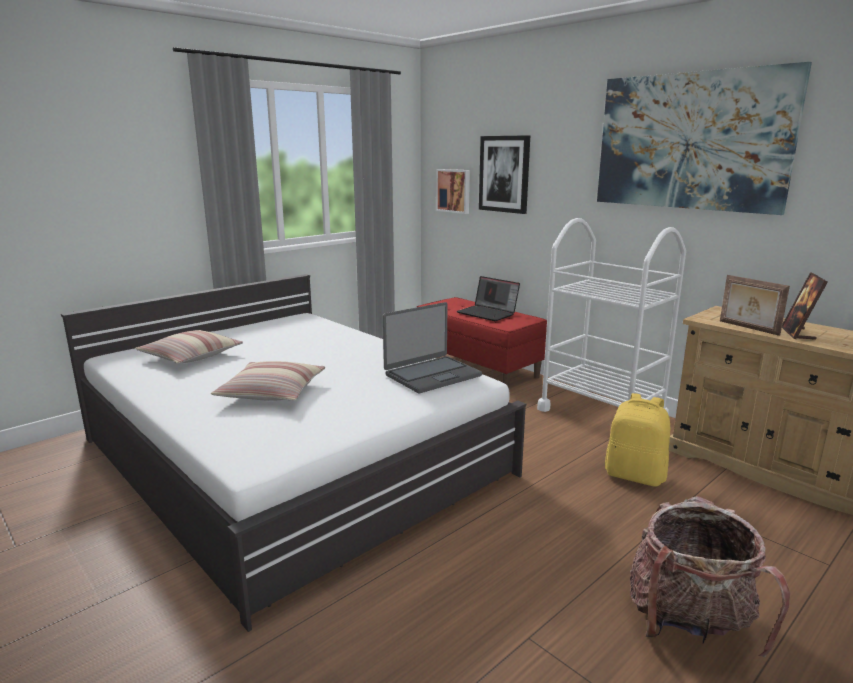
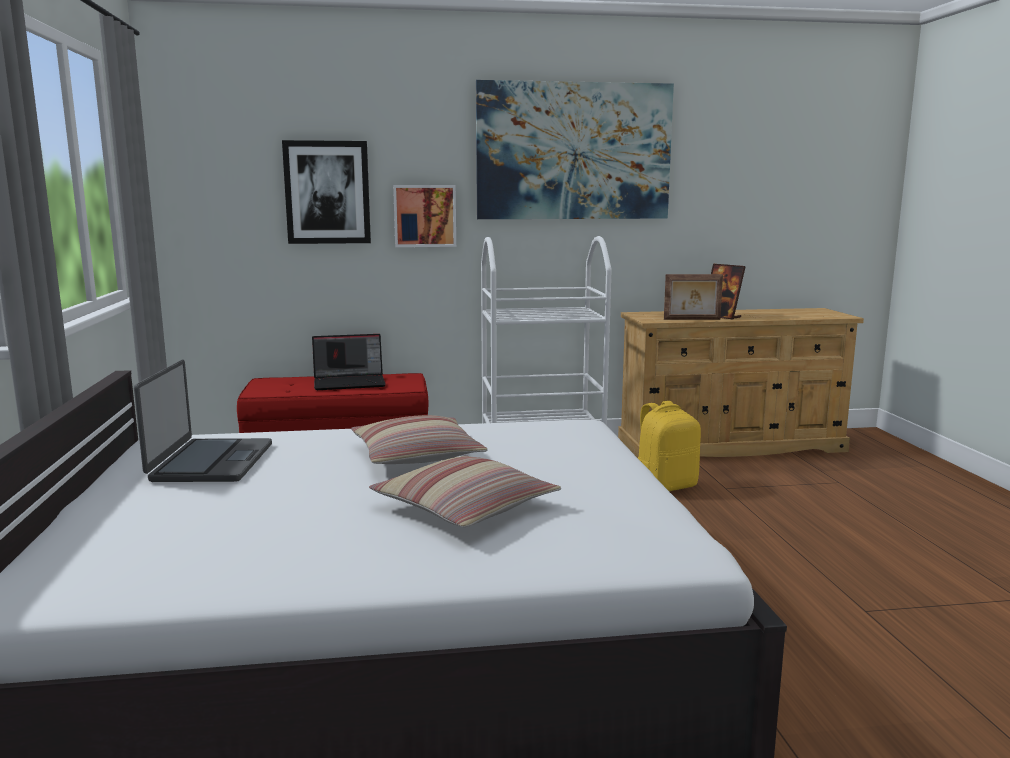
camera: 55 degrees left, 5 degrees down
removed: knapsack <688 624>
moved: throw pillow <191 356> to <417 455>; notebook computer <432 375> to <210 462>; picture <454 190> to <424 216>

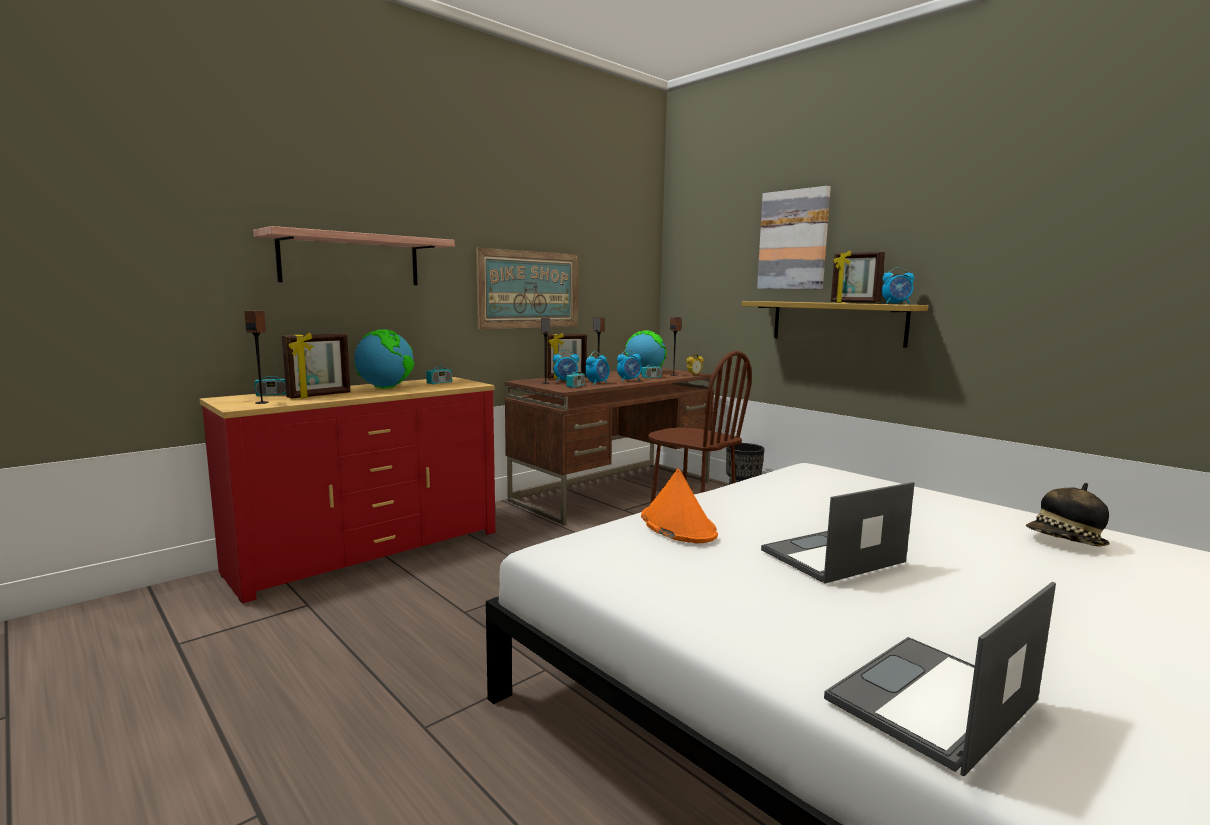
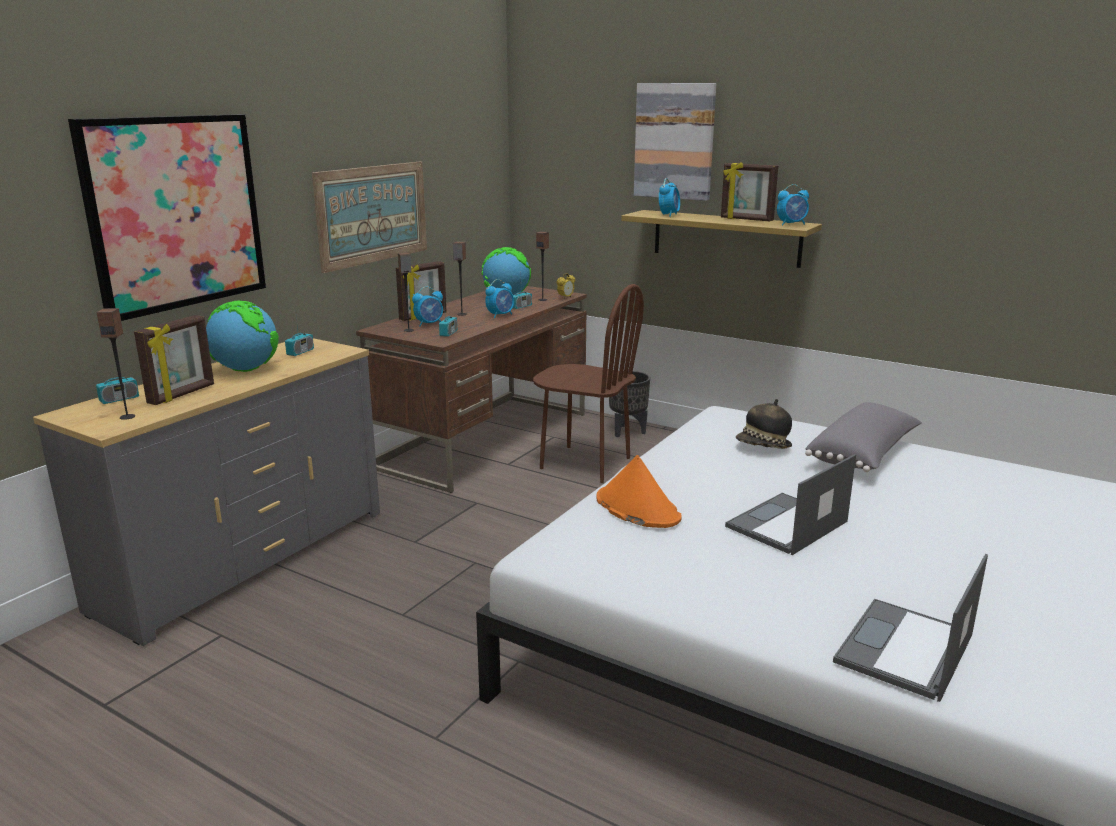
camera: 15 degrees left, 10 degrees up
added: throw pillow (grey) <864 455>
moved: alarm clock <597 383> to <669 215>; clothing hat <1065 542> to <763 446>
replaced: wall shelf <351 260> to picture <176 213>
recoloured: drawer chest (red-coloured) <368 551> to drawer chest (grey) <245 559>

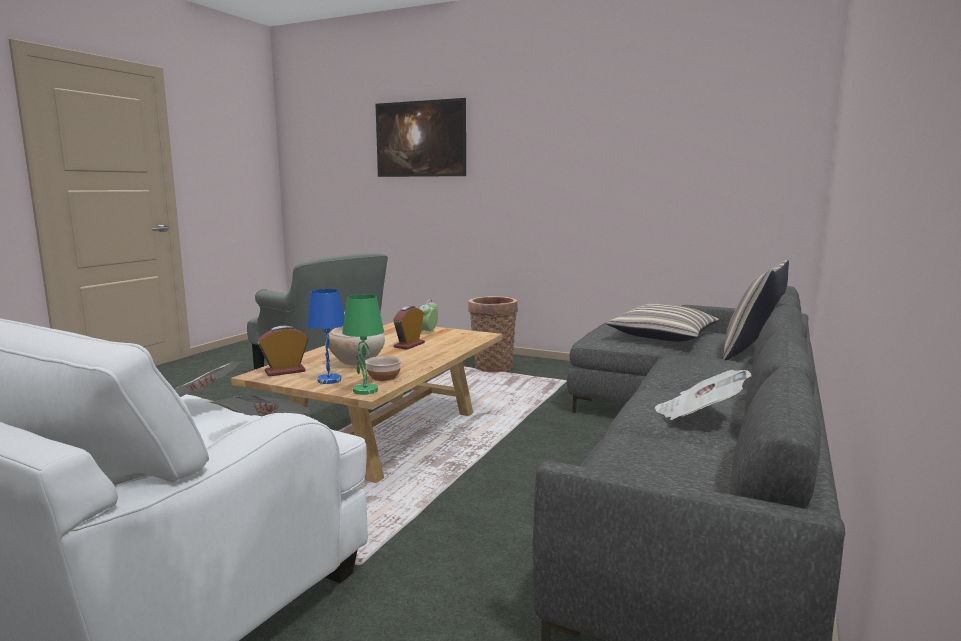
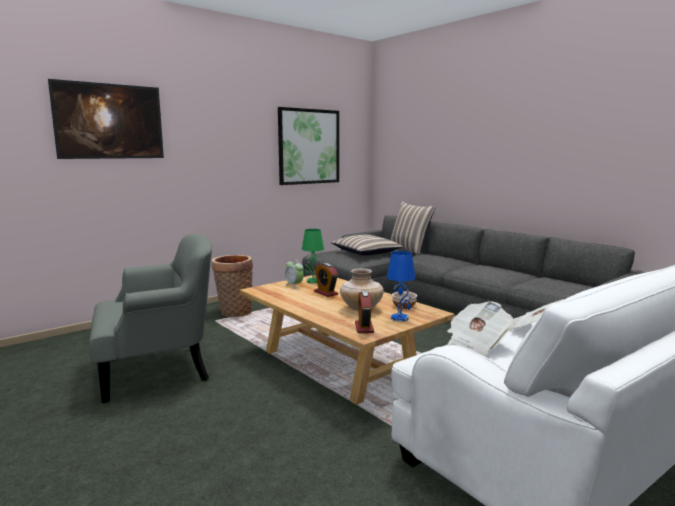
camera: 65 degrees left, 0 degrees up
removed: daily paper <698 416>
added: picture <309 146>
moved: lamp for a table (green) <364 390> to <313 281>

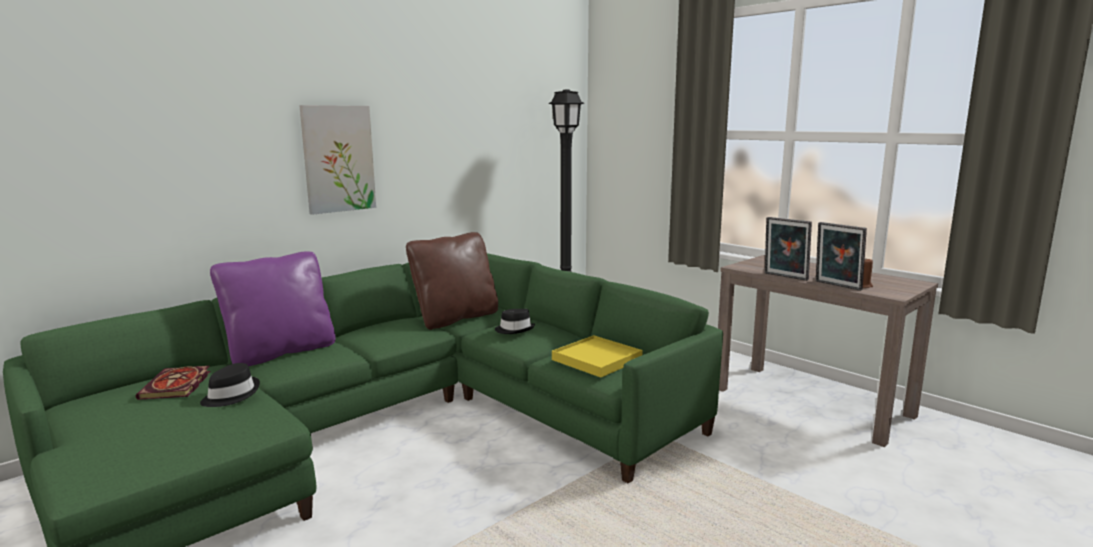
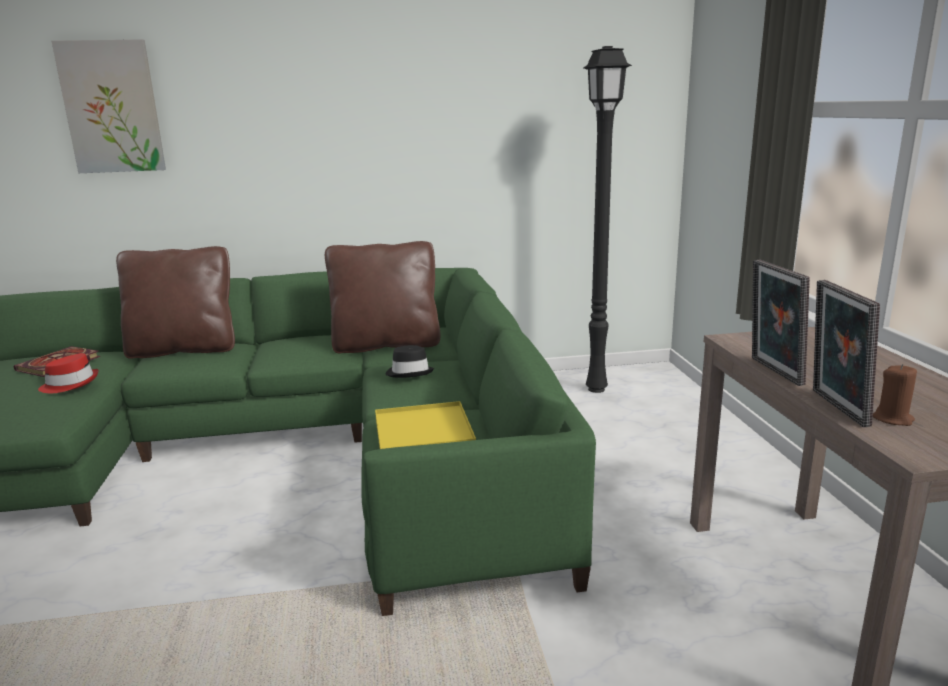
camera: 35 degrees right, 5 degrees up
moved: picture <338 159> to <112 107>
recoloured: clothing hat (blackish) <231 395> to clothing hat (red-coloured) <70 384>; throw pillow (purple-coloured) <281 352> to throw pillow (brown) <184 350>

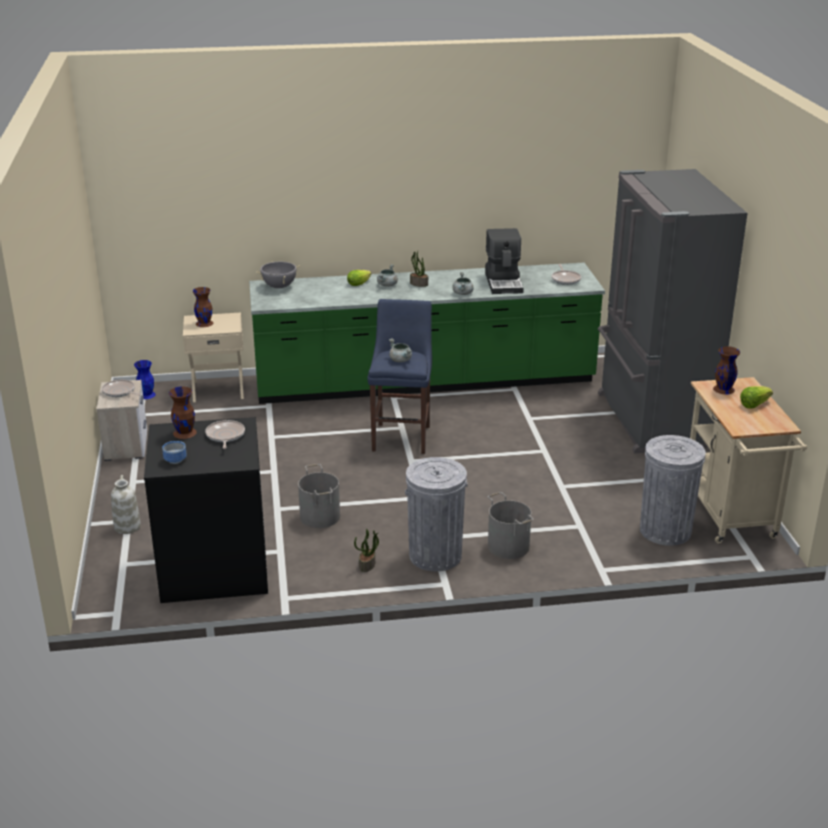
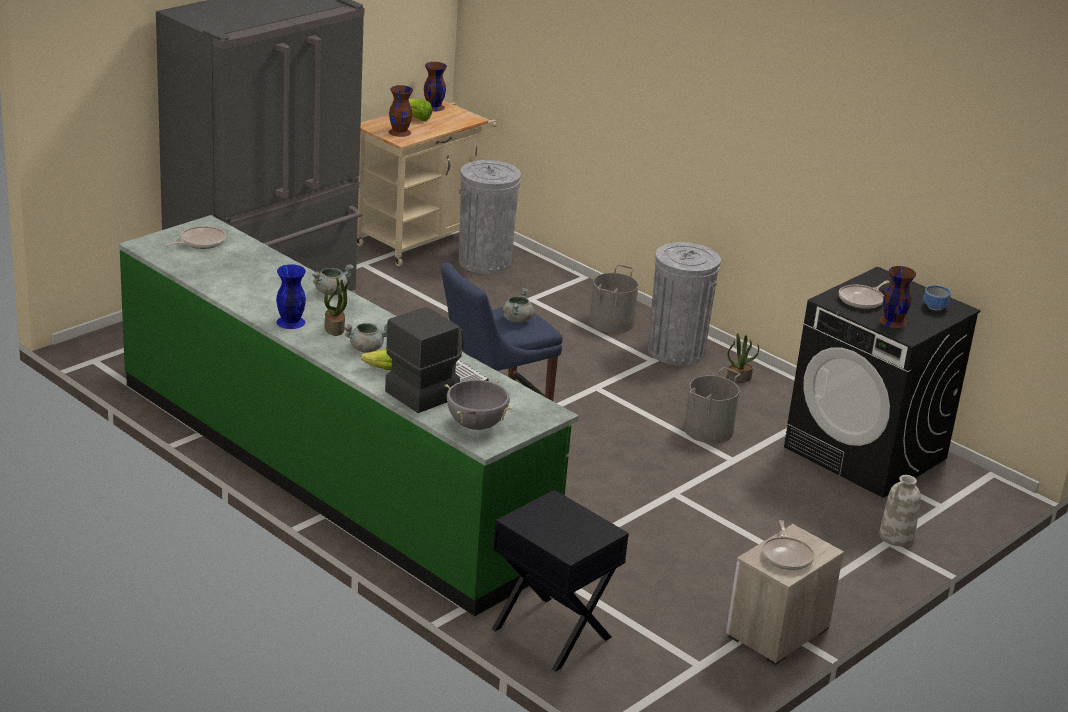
camera: 130 degrees left, 0 degrees up
moved: decorative vase (bluish) <147 395> to <290 322>; decorative vase (brown) <204 323> to <433 107>; coffee machine <504 283> to <434 389>
recoloured: bedside table (beige) <218 389> to bedside table (blackish) <550 634>

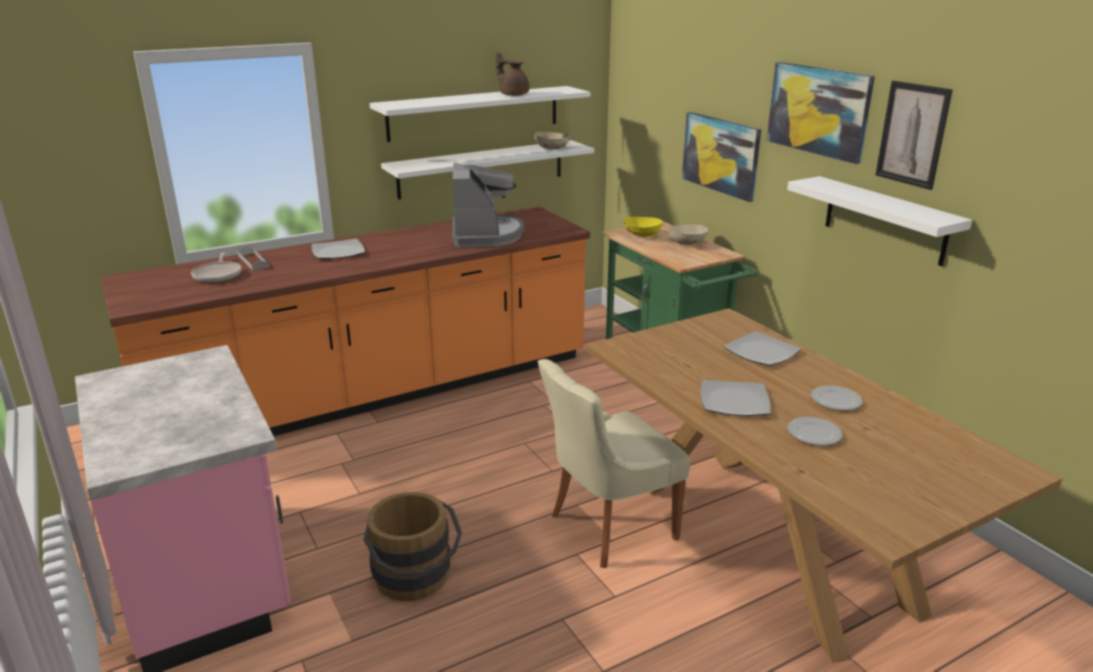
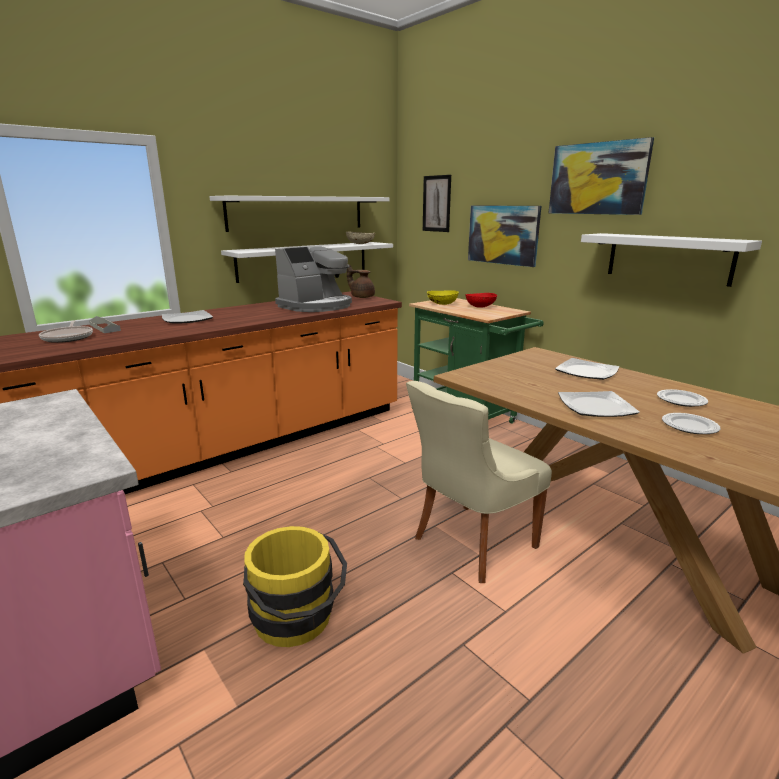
camera: 10 degrees left, 5 degrees down
moved: pot for tea (brown) <513 94> to <362 297>; picture <912 134> to <436 203>
recoloured: pail (brown) <415 580> to pail (yellow-coloured) <297 621>; bowl (beige) <686 243> to bowl (red-coloured) <480 307>
turned: coffee machine <485 235> = <316 306> 60 degrees clockwise

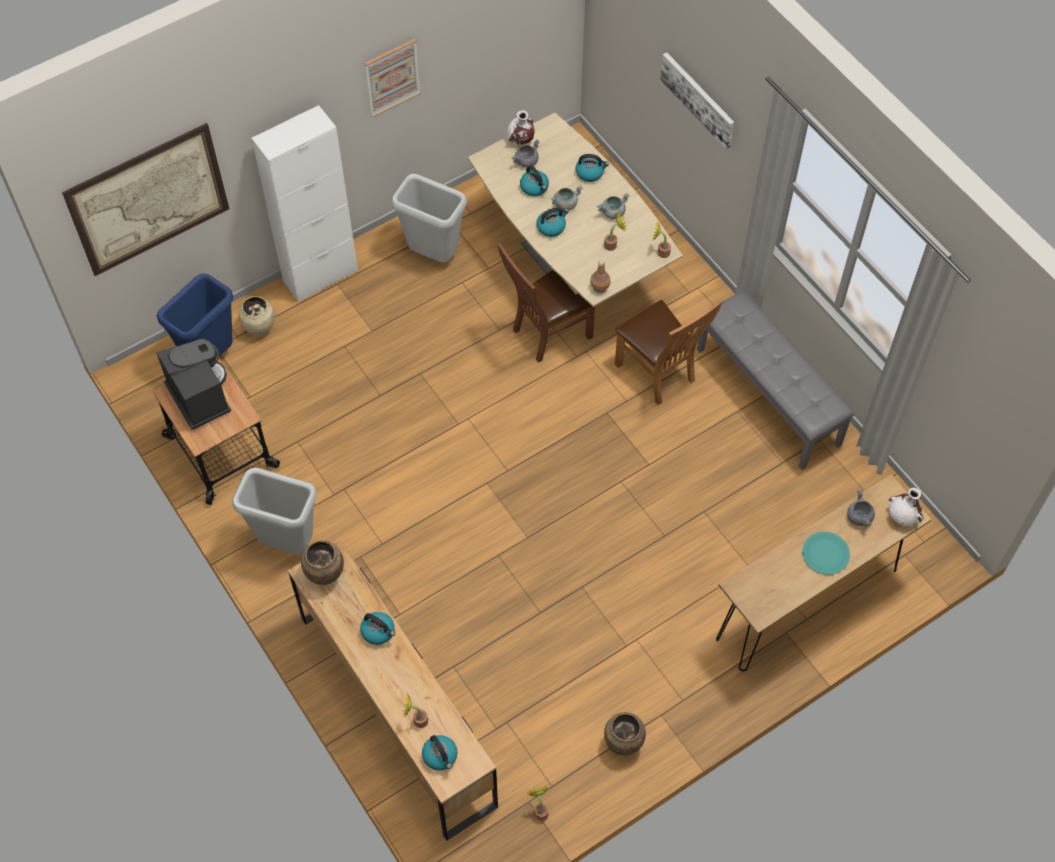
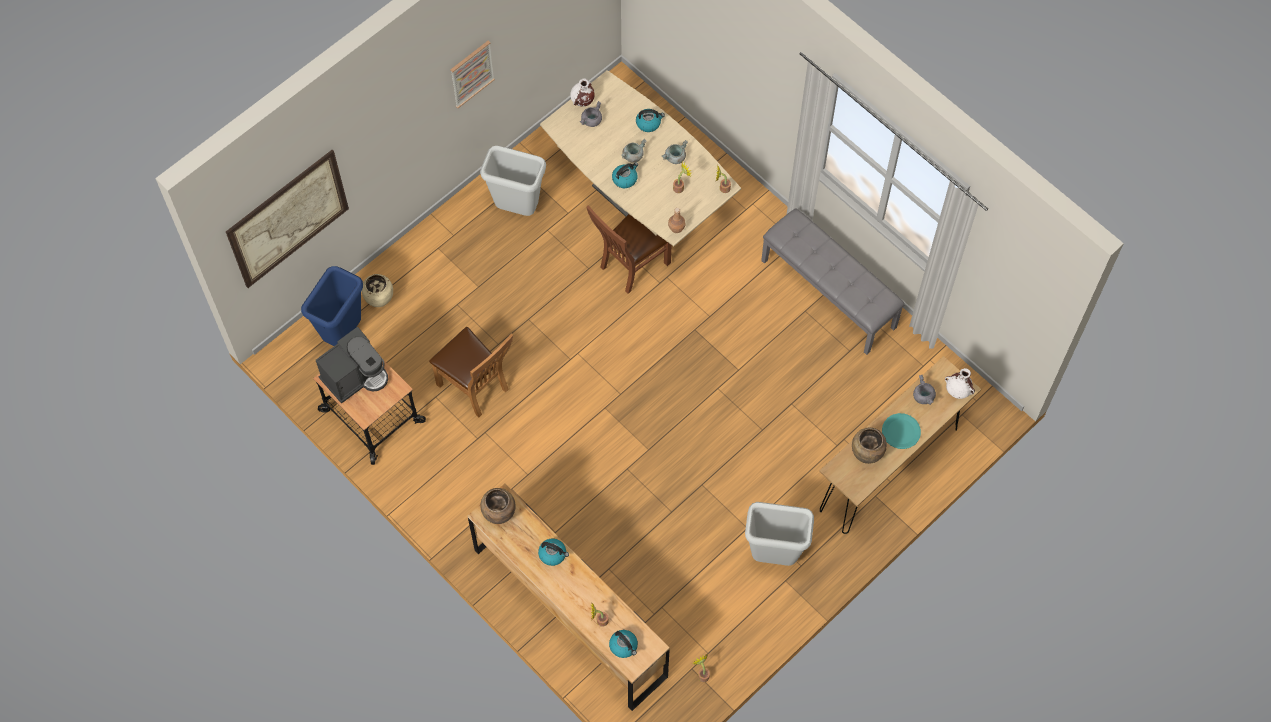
camera: 10 degrees left, 5 degrees up
removed: cabinet (whitish) <320 276>; kettle <534 187>; picture <698 99>
moved: waste bin (grey) <286 544> to <773 556>; decorative vase (brown) <622 743> to <866 454>; plain chair (brown) <659 374> to <476 388>
turned: coffee machine <200 396> = <355 376> 90 degrees clockwise

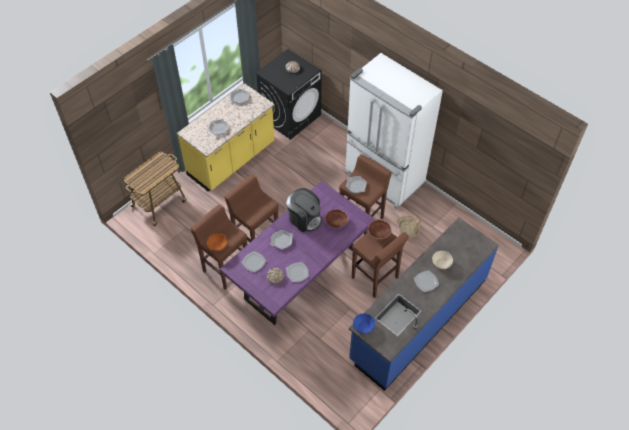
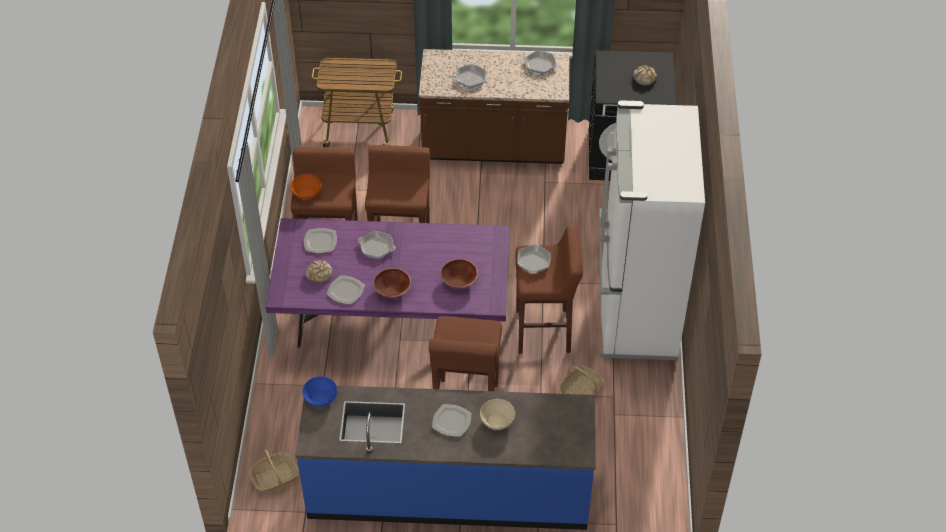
camera: 50 degrees right, 5 degrees down
removed: coffee machine <304 218>
added: household basket <274 477>
moved: bowl (brown) <379 233> to <392 289>
recoloured: kitchen counter (yellow-coloured) <232 160> to kitchen counter (brown) <493 148>

